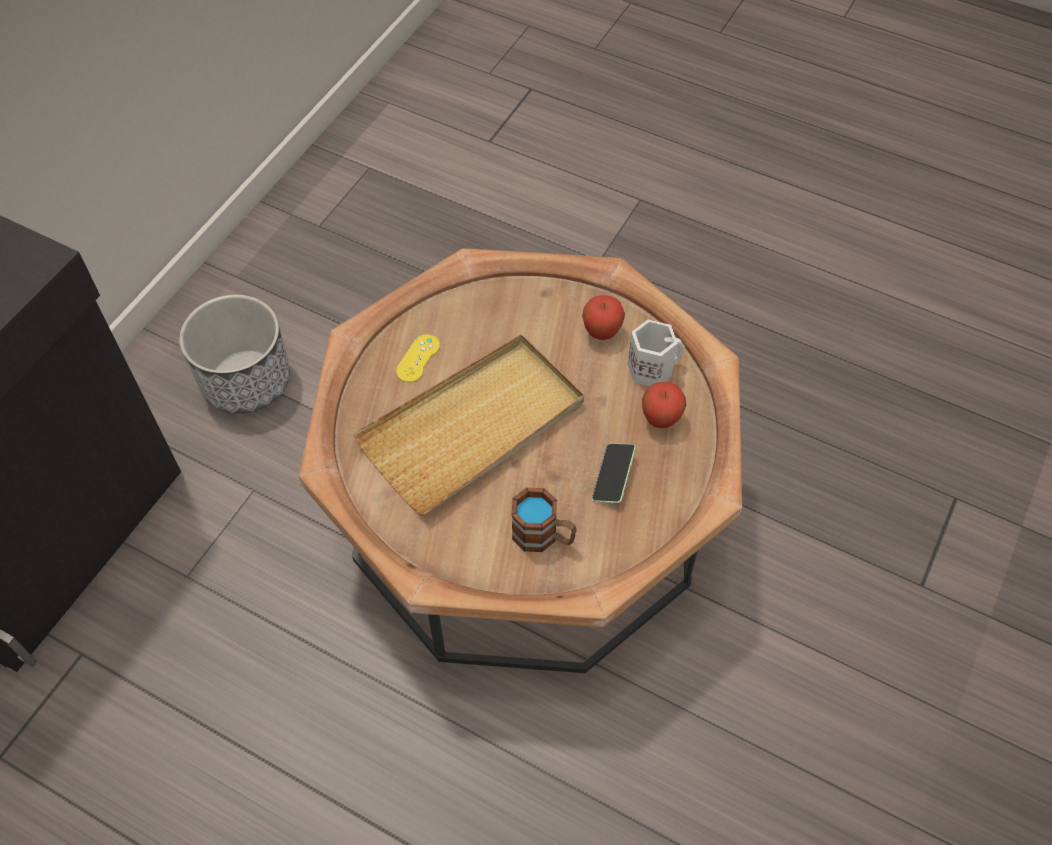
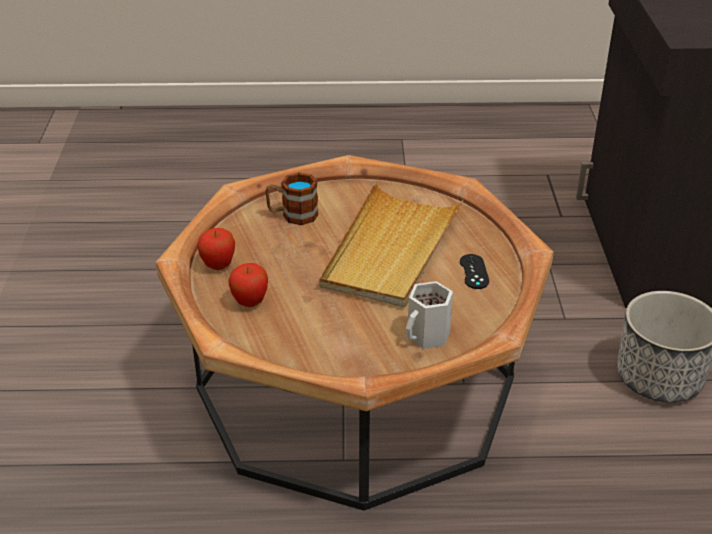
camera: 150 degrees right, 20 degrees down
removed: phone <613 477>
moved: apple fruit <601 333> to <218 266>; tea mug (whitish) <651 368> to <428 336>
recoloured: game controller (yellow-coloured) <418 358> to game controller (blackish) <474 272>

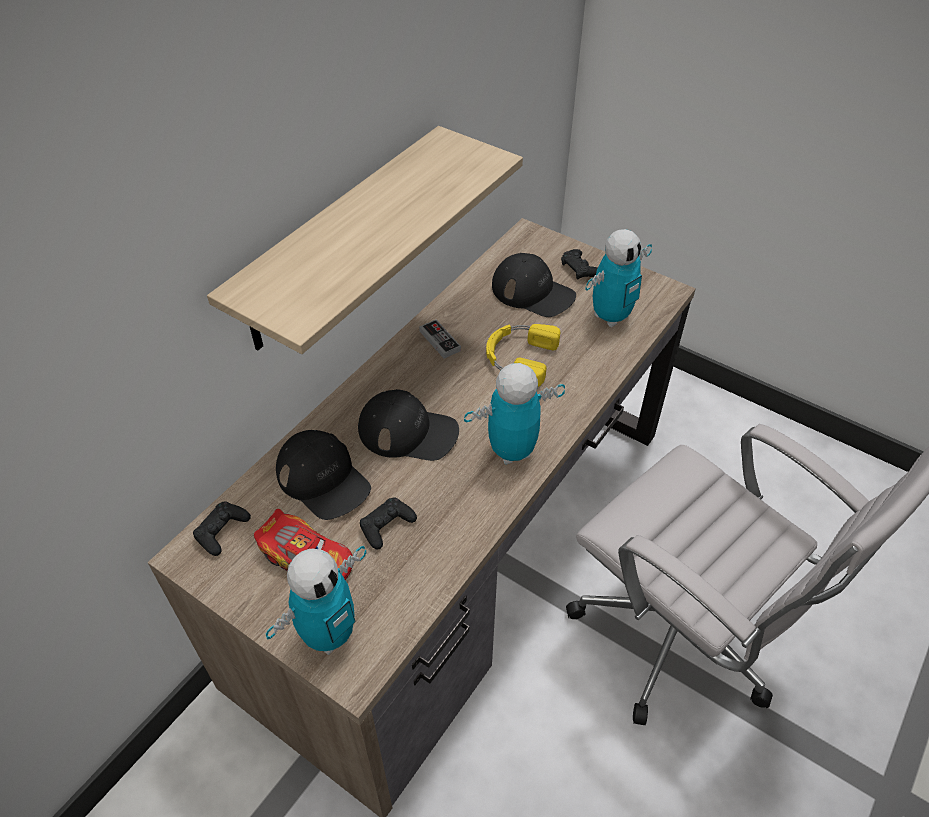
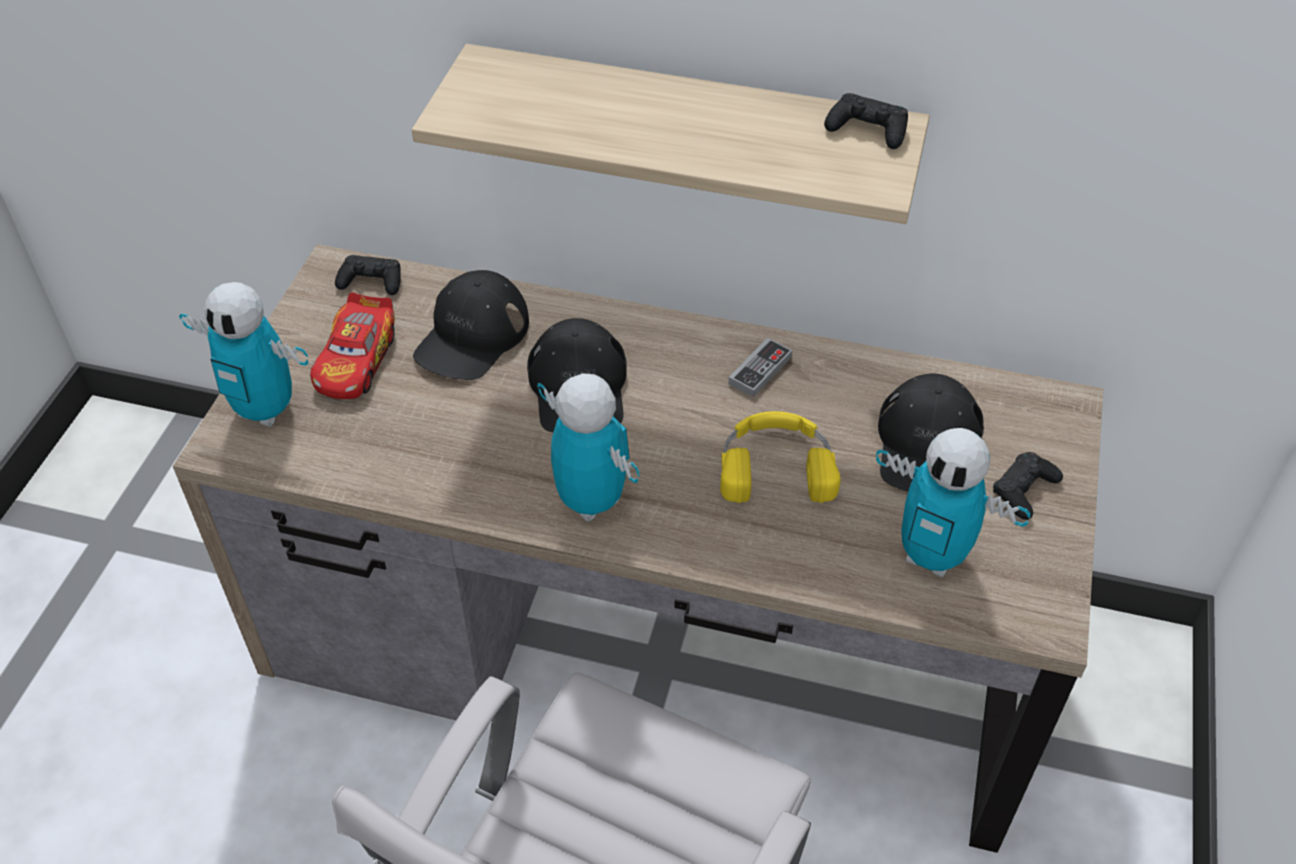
camera: 70 degrees right, 0 degrees up
moved: game controller (blackish) <386 526> to <867 129>

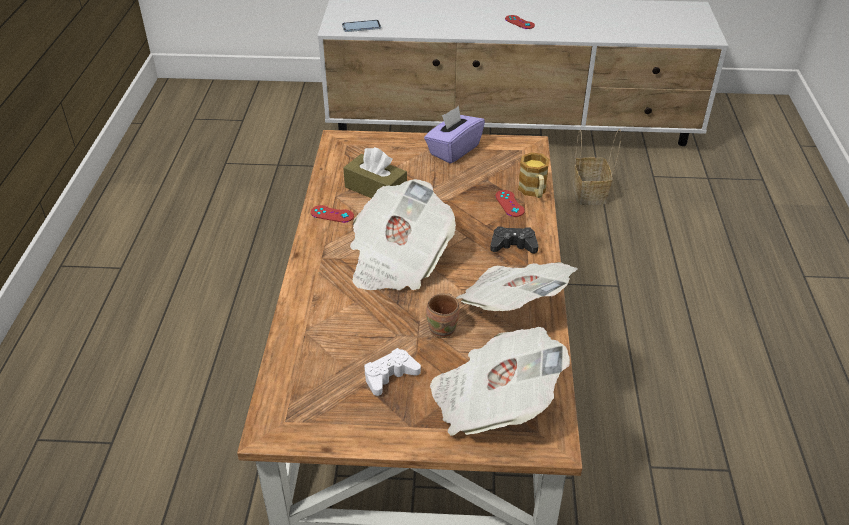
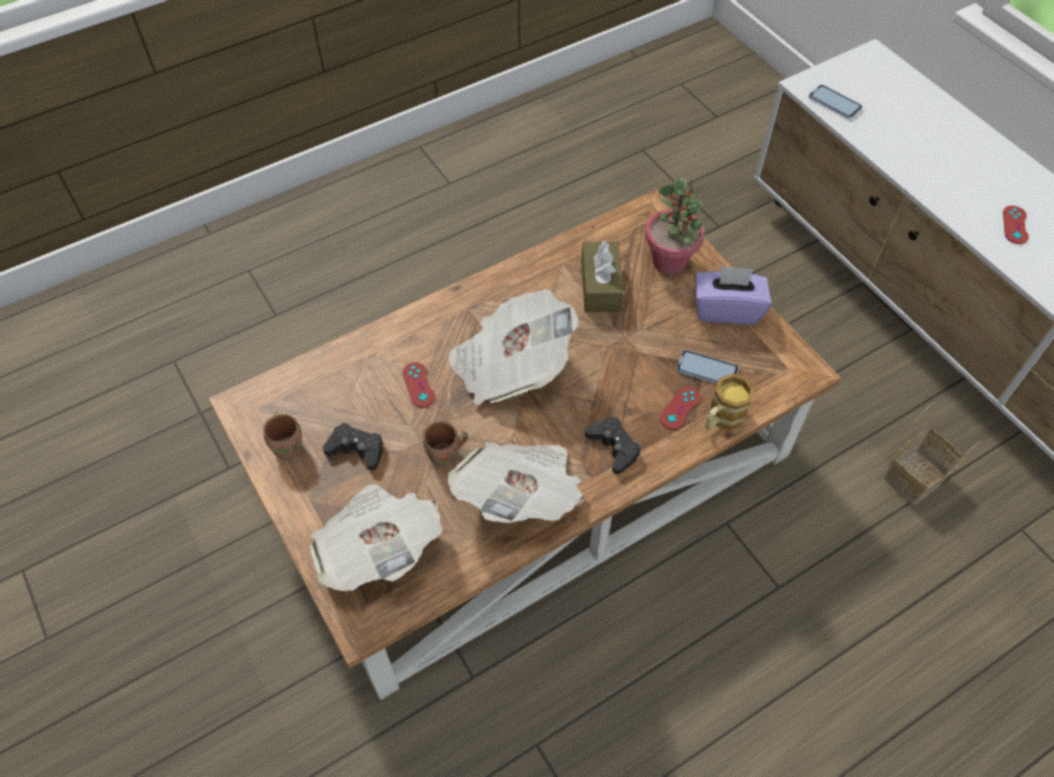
camera: 55 degrees right, 15 degrees up
added: tea mug (brown) <289 446>; plant in a pot <669 261>; phone <707 369>
moved: game controller (red-coloured) <332 214> to <418 385>
recoloured: game controller (whitish) <390 376> to game controller (blackish) <357 450>

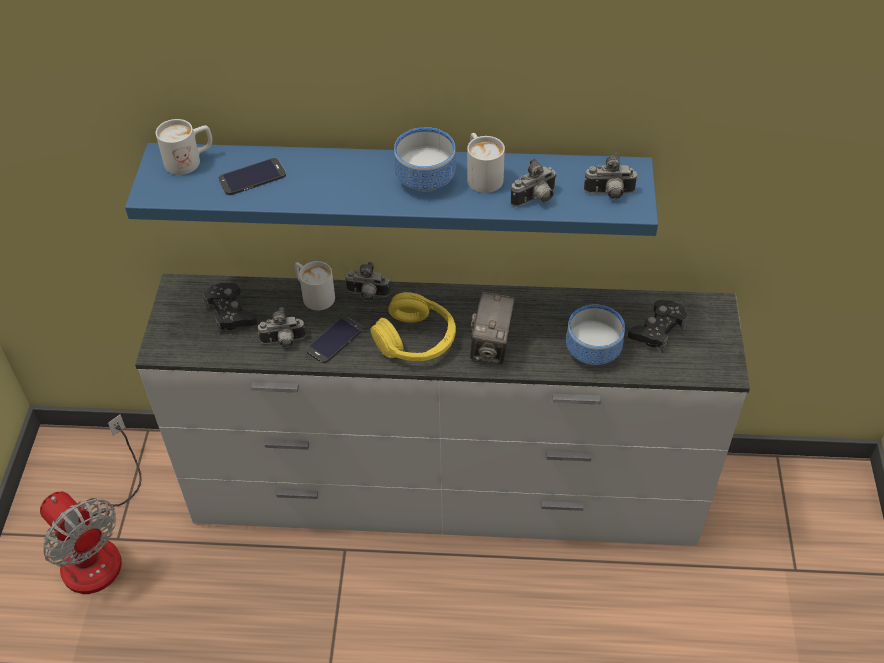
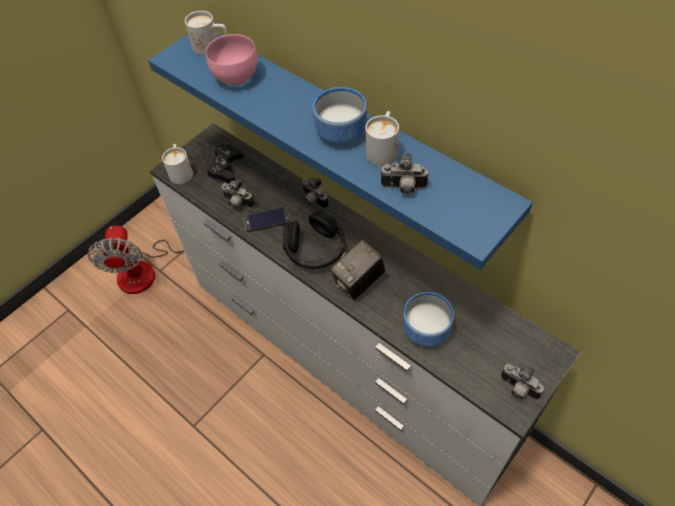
camera: 40 degrees right, 5 degrees up
removed: game controller (blackish) <657 330>
moved: tea mug (whitish) <313 295> to <181 171>; still camera <609 194> to <517 389>
replaced: phone <252 177> to bowl (pinkish) <235 76>
recoloured: headphones (yellow-coloured) <416 340> to headphones (blackish) <315 249>

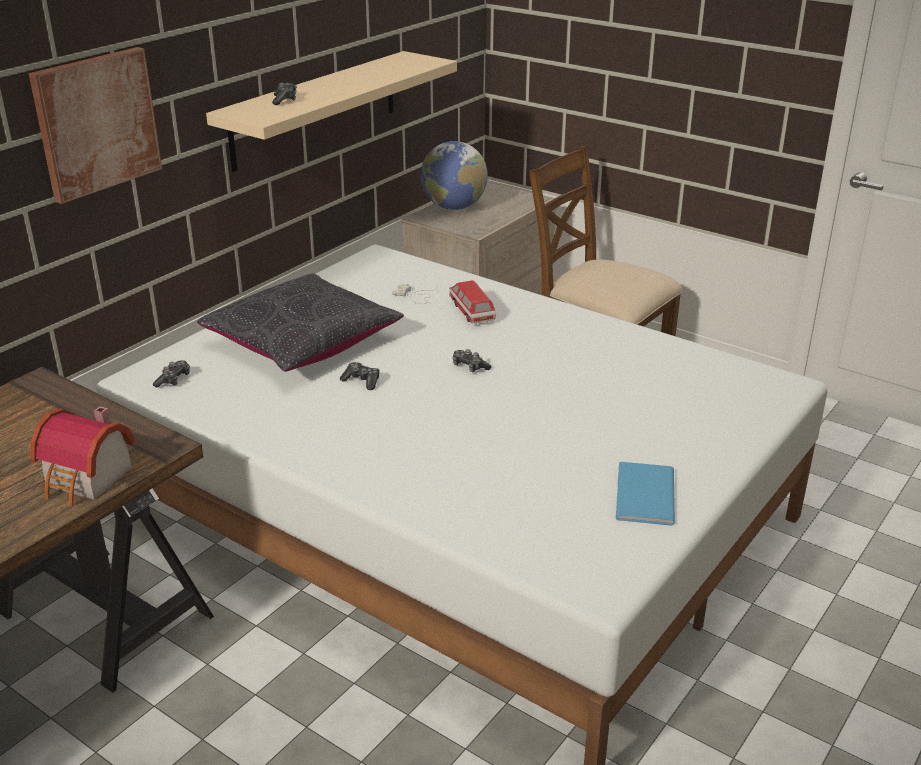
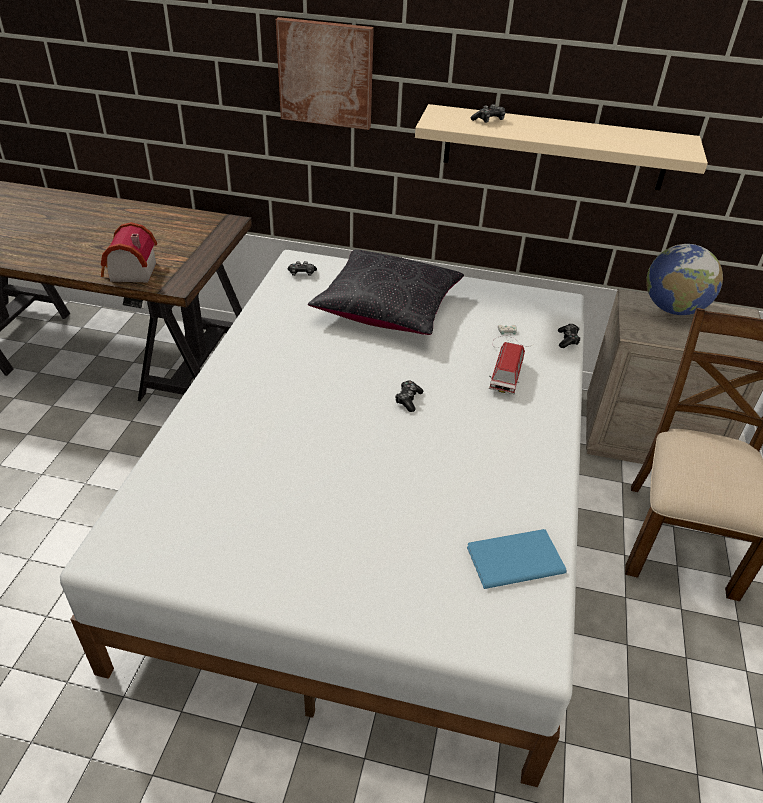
camera: 65 degrees right, 10 degrees up
moved: game controller <362 381> to <568 340>; bound book (bluish) <642 496> to <512 558>
turned: miniature car <472 312> = <505 377> 150 degrees clockwise

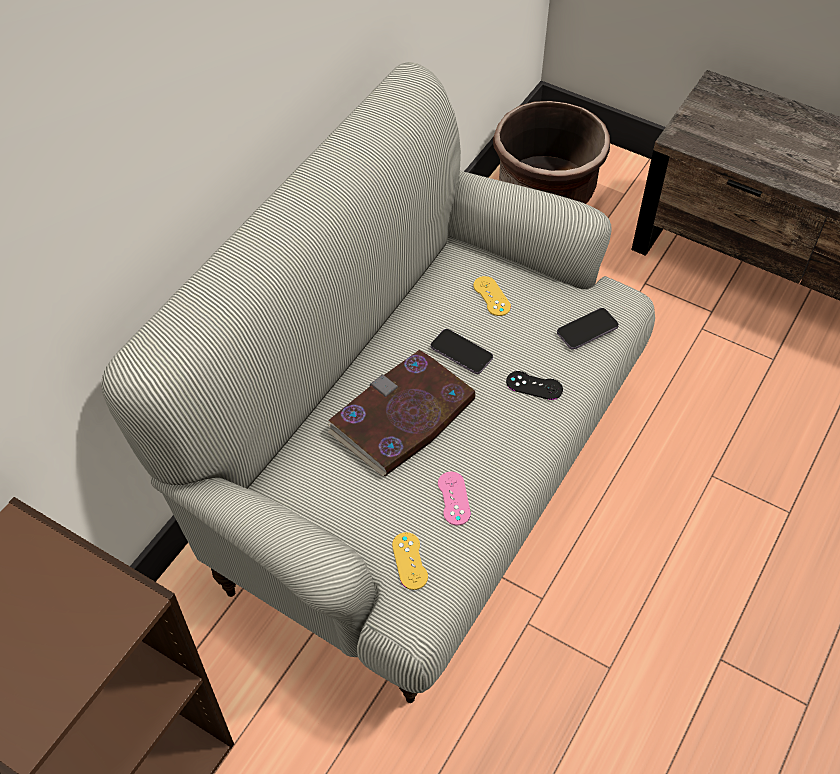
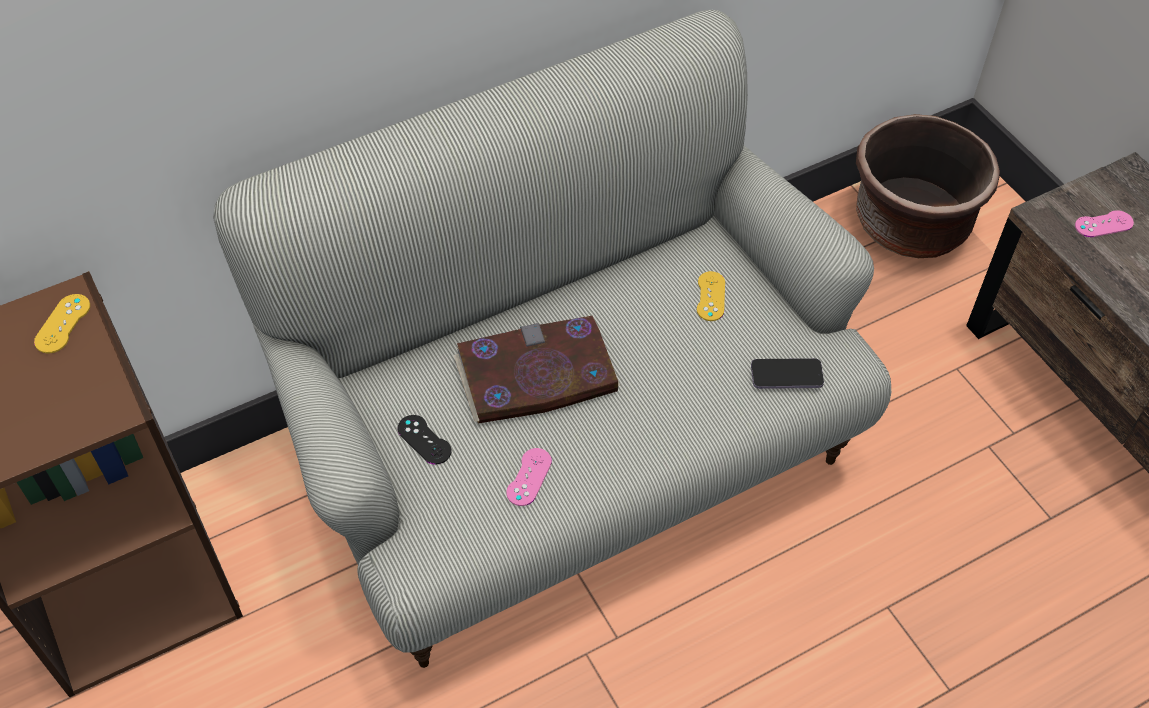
camera: 30 degrees right, 0 degrees up
removed: phone <461 353>
added: game controller (pinkish) <1103 224>
moved: game controller (yellow-coloured) <409 561> to <63 324>; game controller (blackish) <534 385> to <424 440>

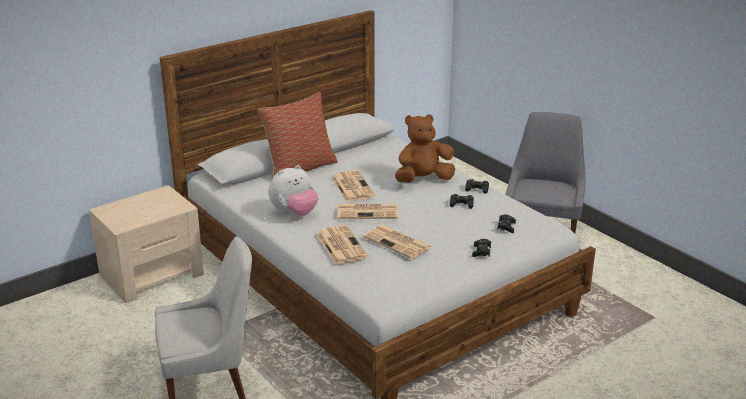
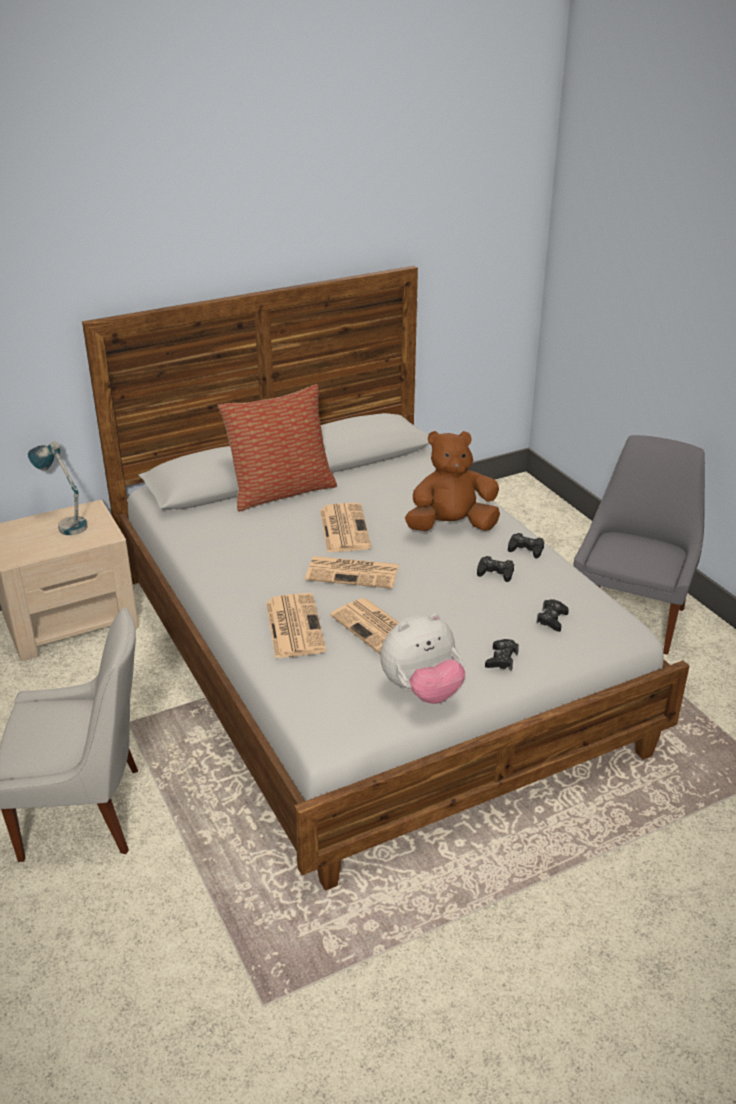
camera: 10 degrees right, 5 degrees up
added: lamp for a table <65 523>
moved: cuddly toy <294 213> to <422 691>

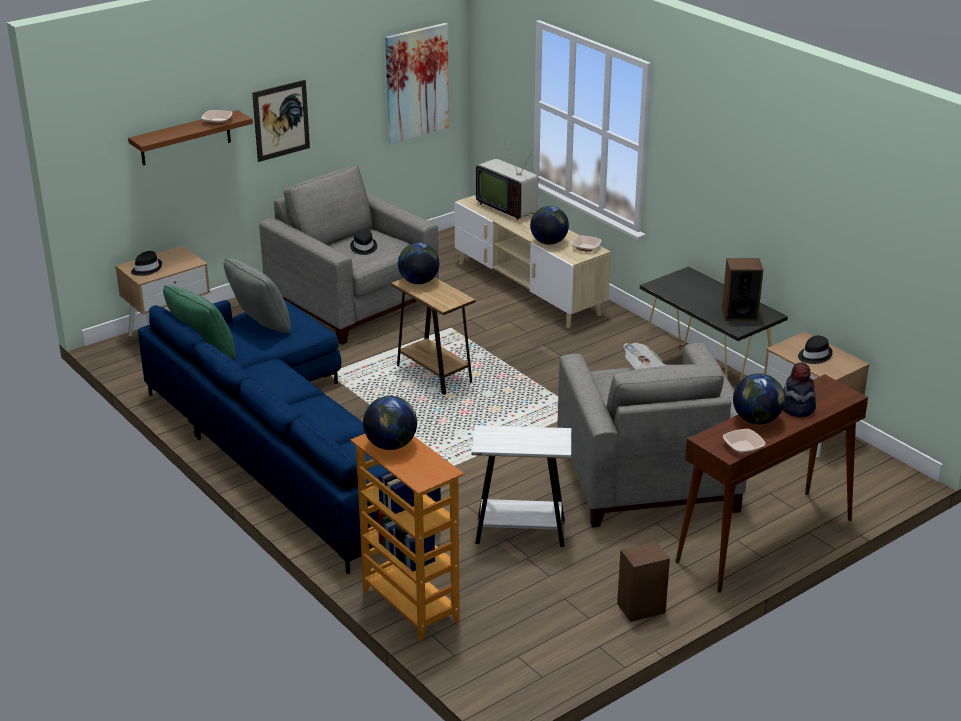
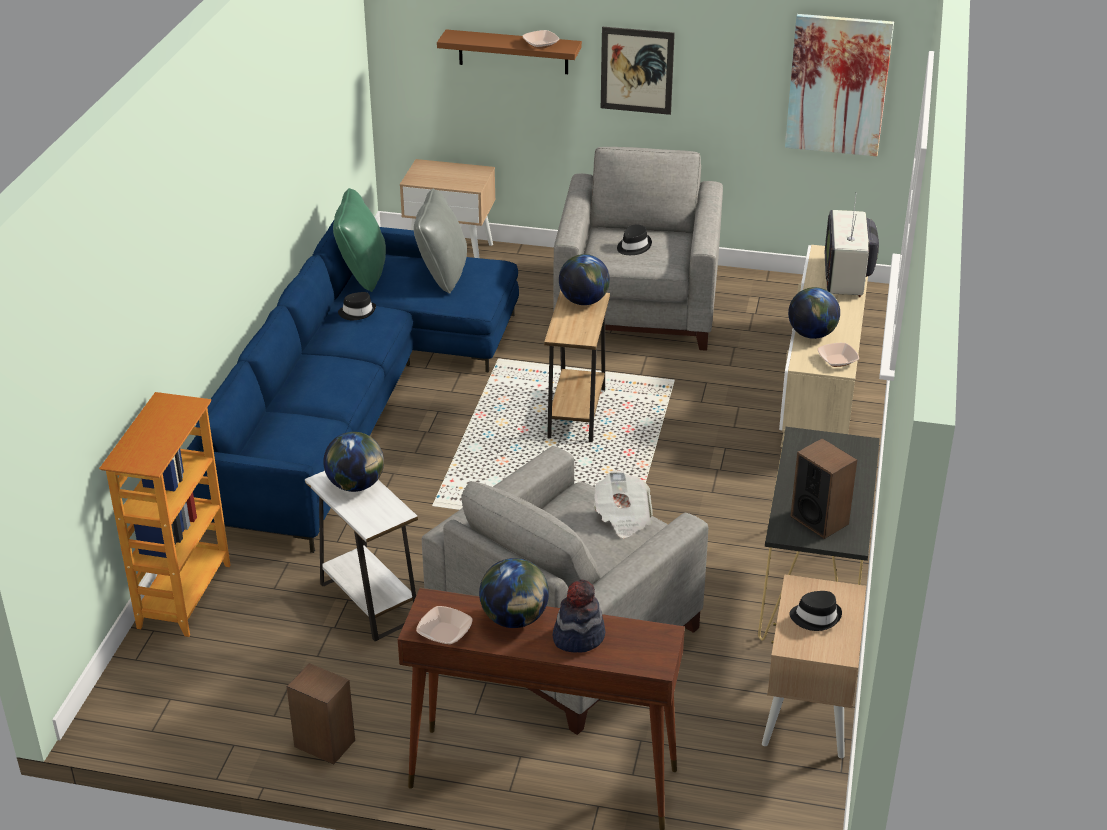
camera: 50 degrees right, 5 degrees up
moved: clothing hat (blackish) <146 269> to <357 312>; world globe <391 445> to <356 485>

